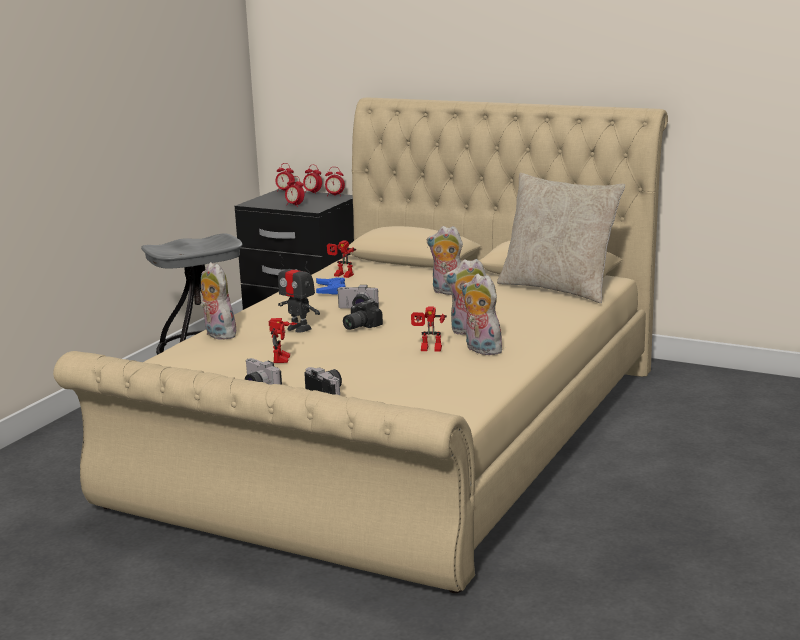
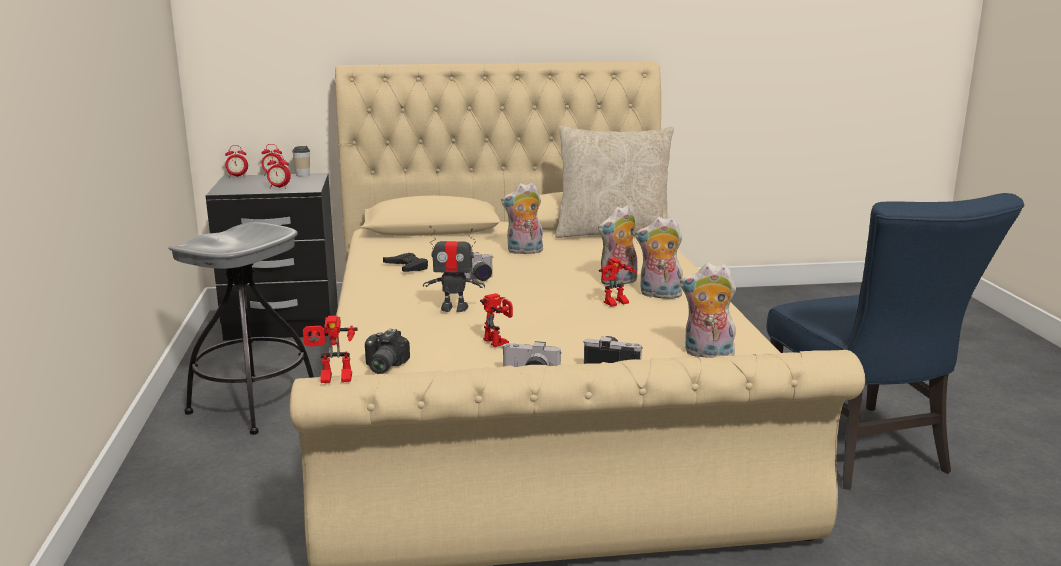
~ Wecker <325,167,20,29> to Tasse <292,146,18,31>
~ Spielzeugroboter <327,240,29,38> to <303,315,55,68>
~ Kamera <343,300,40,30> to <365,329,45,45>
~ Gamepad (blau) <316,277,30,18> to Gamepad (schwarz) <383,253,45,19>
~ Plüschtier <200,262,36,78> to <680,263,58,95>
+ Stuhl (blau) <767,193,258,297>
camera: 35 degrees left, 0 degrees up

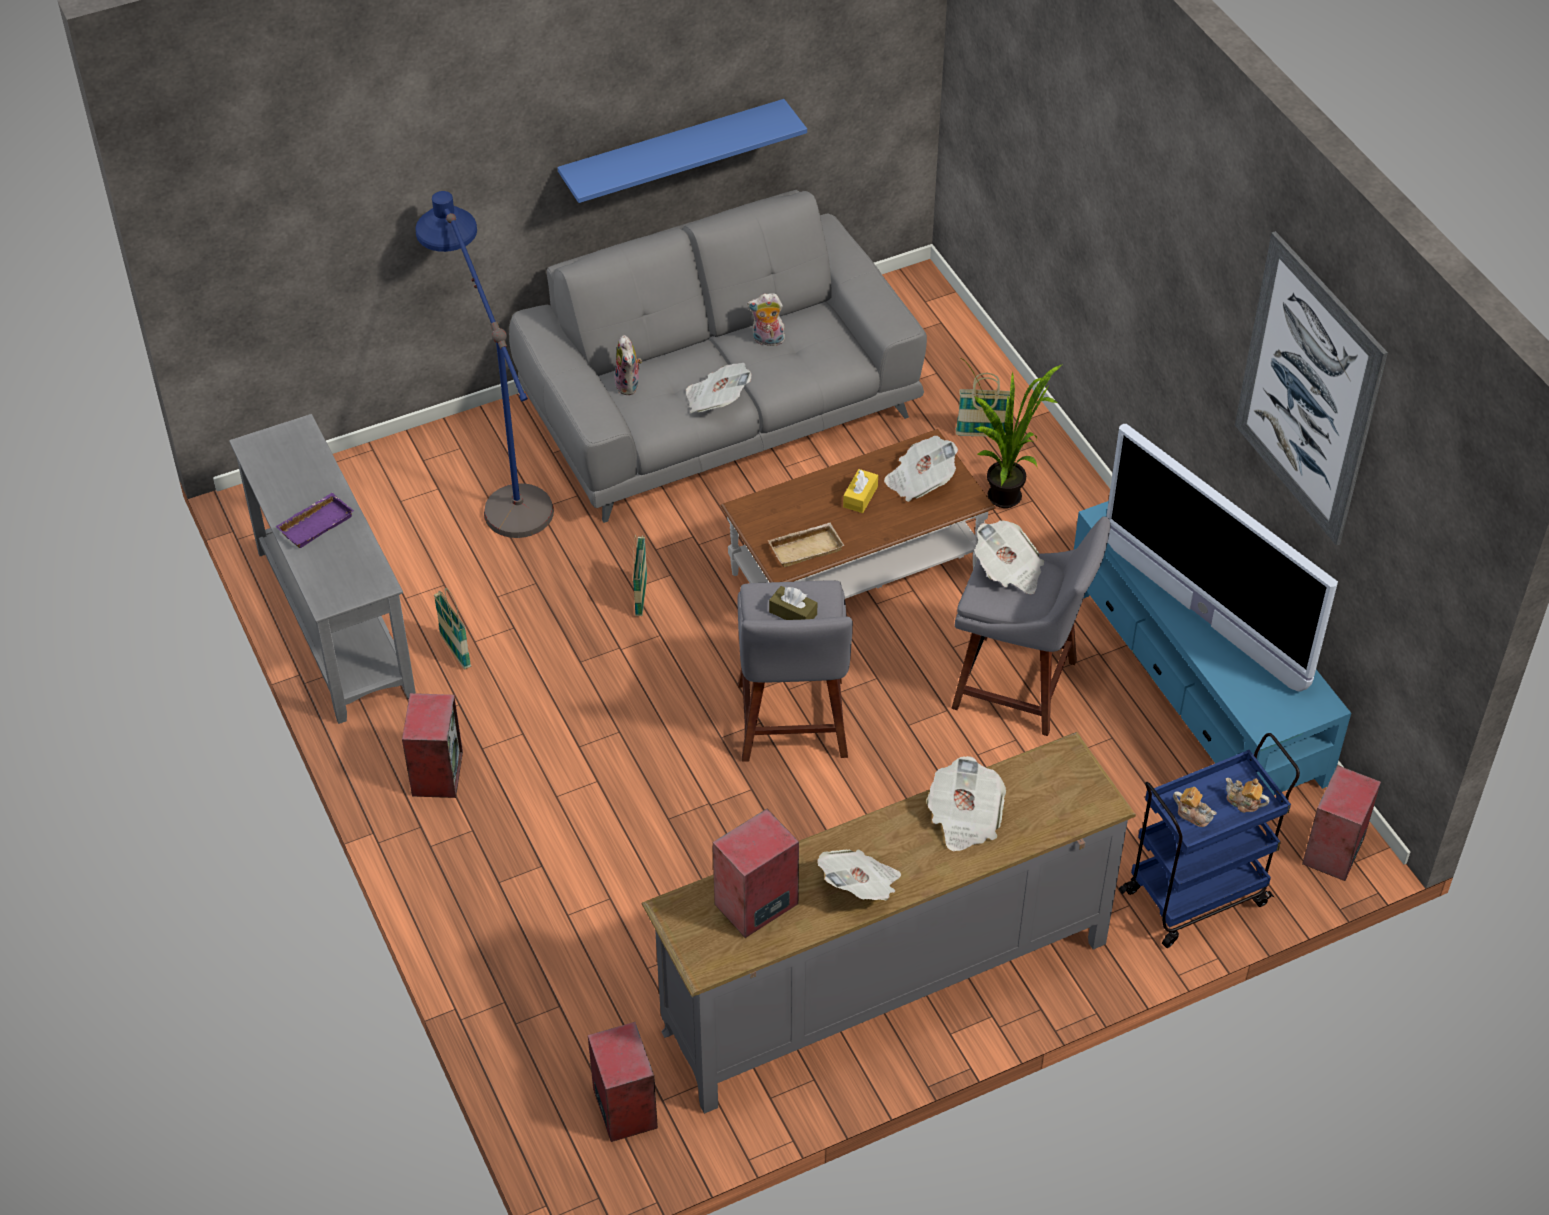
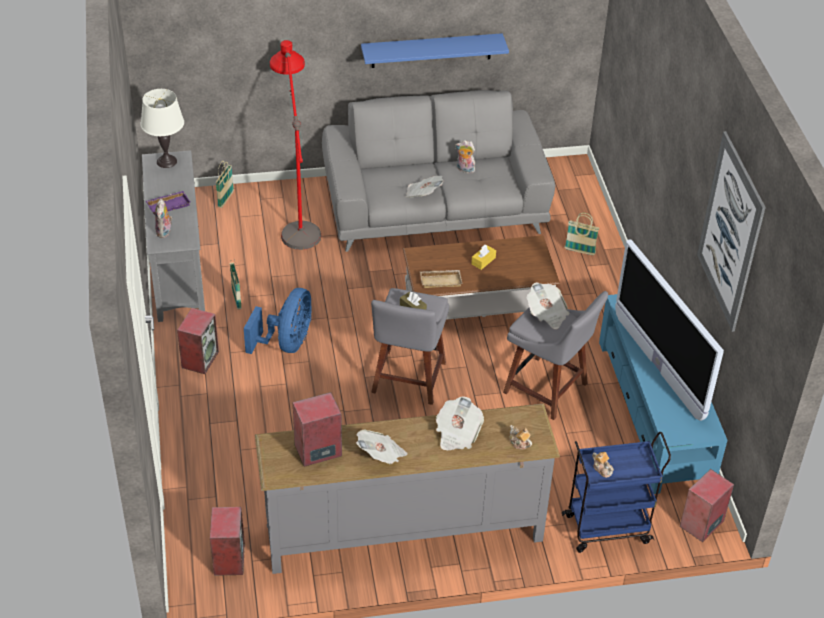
+ Tischlampe (weiß) <140,89,44,79>
~ Plüschtier <615,335,27,60> to <155,199,17,39>
~ Korb <633,535,14,81> to <216,161,18,47>
+ Ventilator (blau) <244,288,68,66>
~ Stehlampe (blau) <415,191,139,347> to Stehlampe (rot) <270,40,52,210>
~ Teekanne <1226,778,43,35> to <509,425,23,24>
- Zeitung <884,436,74,66>
- Topfpflanze <961,358,102,150>
camera: 15 degrees right, 5 degrees down

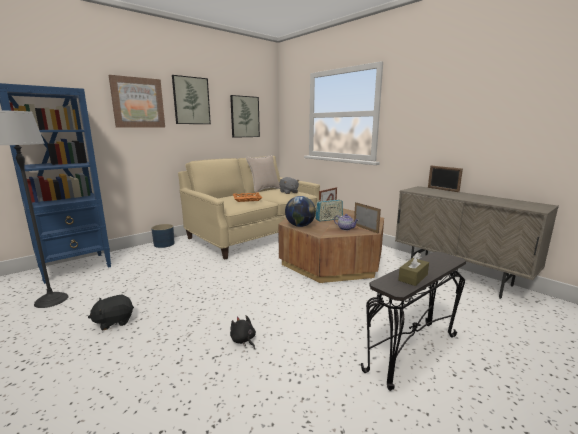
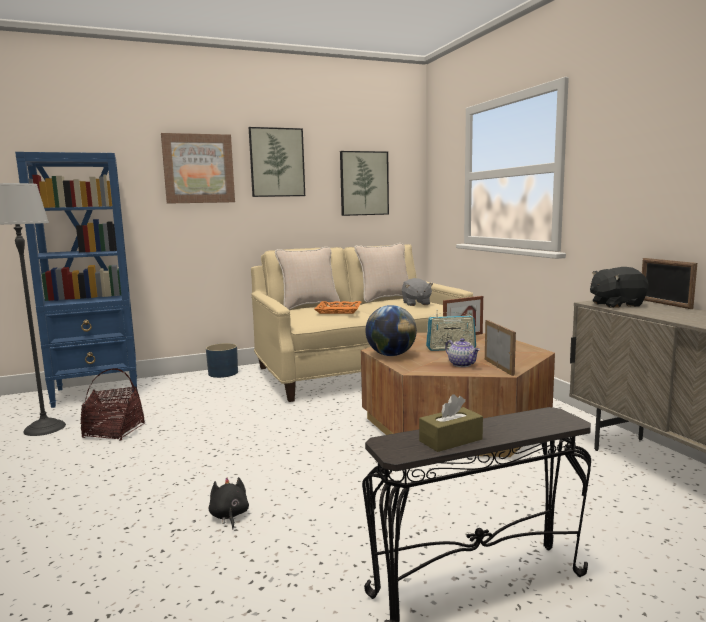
+ Korb <81,368,64,73>
+ Kissen (beige) <275,247,65,63>
~ Plüschtier (schwarz) <88,294,46,36> to <590,267,59,41>
camera: 20 degrees right, 5 degrees down

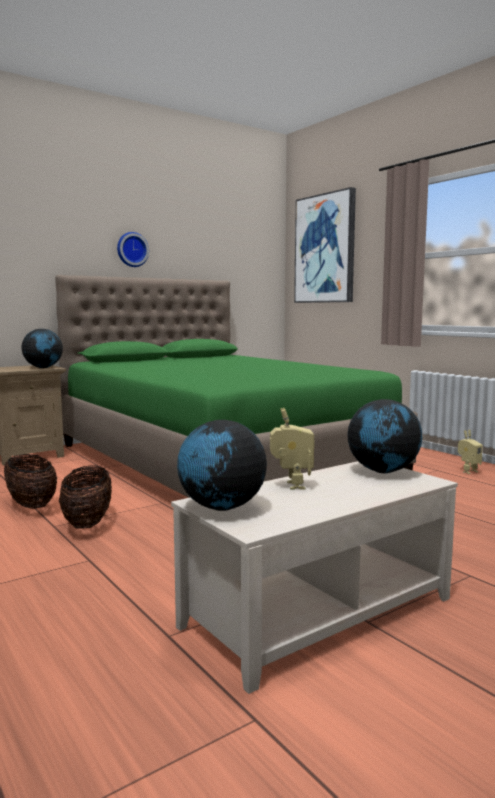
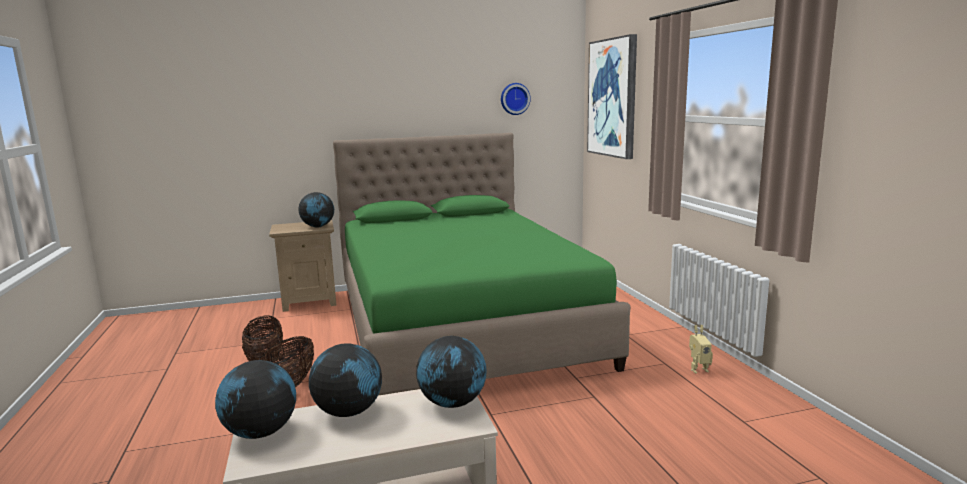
~ Spielzeugroboter <270,408,45,82> to Globus <309,343,73,74>
~ Wanduhr <117,232,32,35> to <501,83,30,32>
camera: 20 degrees right, 5 degrees up

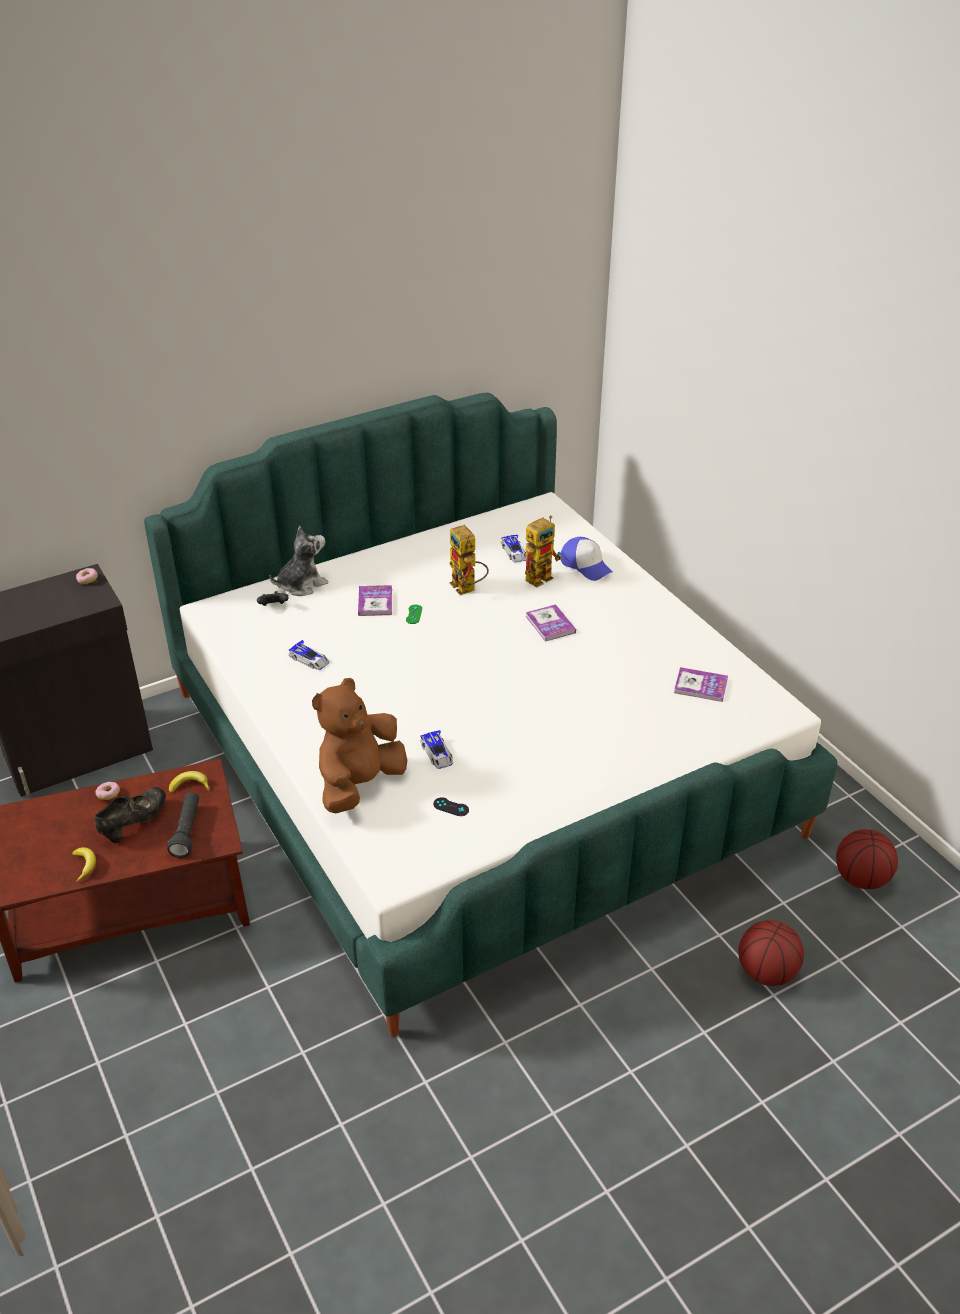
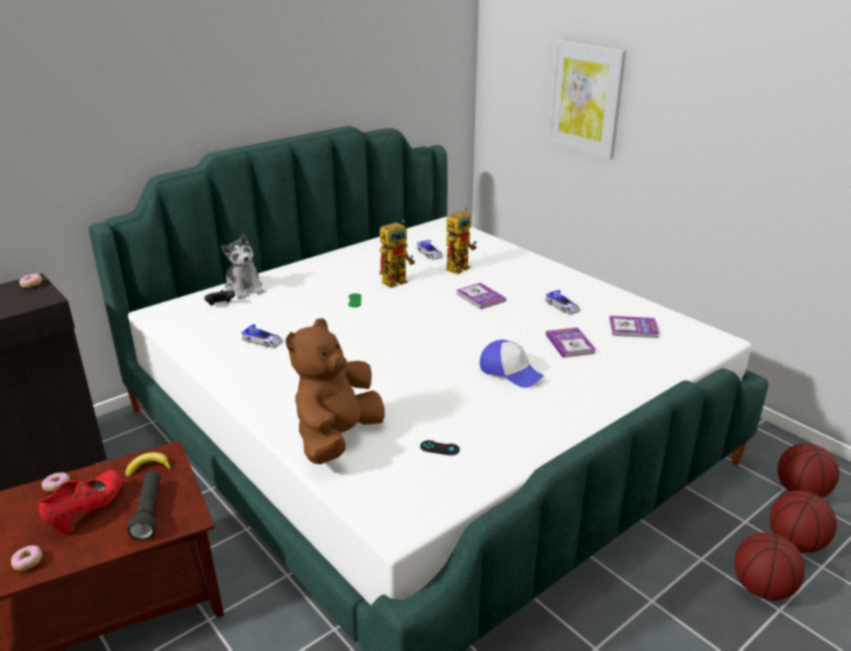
~ Banane <72,847,24,35> to Donut <11,545,31,26>
~ Schuh (schwarz) <95,787,71,56> to Schuh (rot) <39,470,84,65>
~ Plüschtier <269,526,59,70> = <221,233,44,66> 105 degrees clockwise
~ Spielzeugroboter <449,525,40,70> = <379,220,36,68> 90 degrees counterclockwise
~ Kappe <560,537,53,44> to <480,340,64,48>
~ Spielzeugauto <420,730,33,39> to <545,290,35,24>
~ Buch <358,585,34,31> to <546,327,50,31>
+ Bild <547,40,79,120>
+ Basketball <770,490,67,63>
camera: 10 degrees left, 10 degrees down

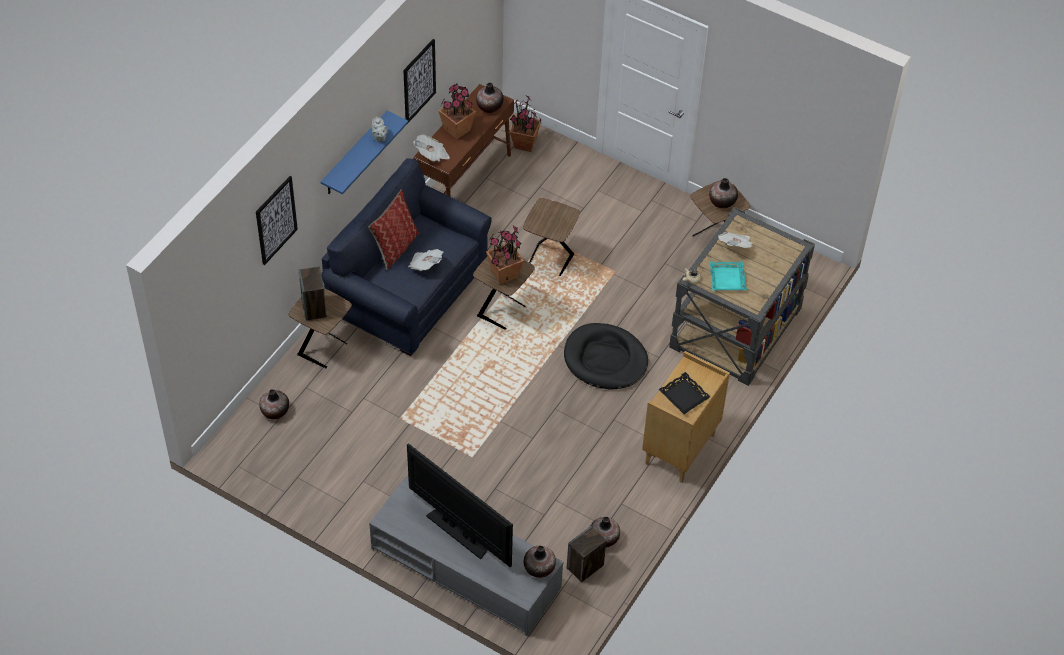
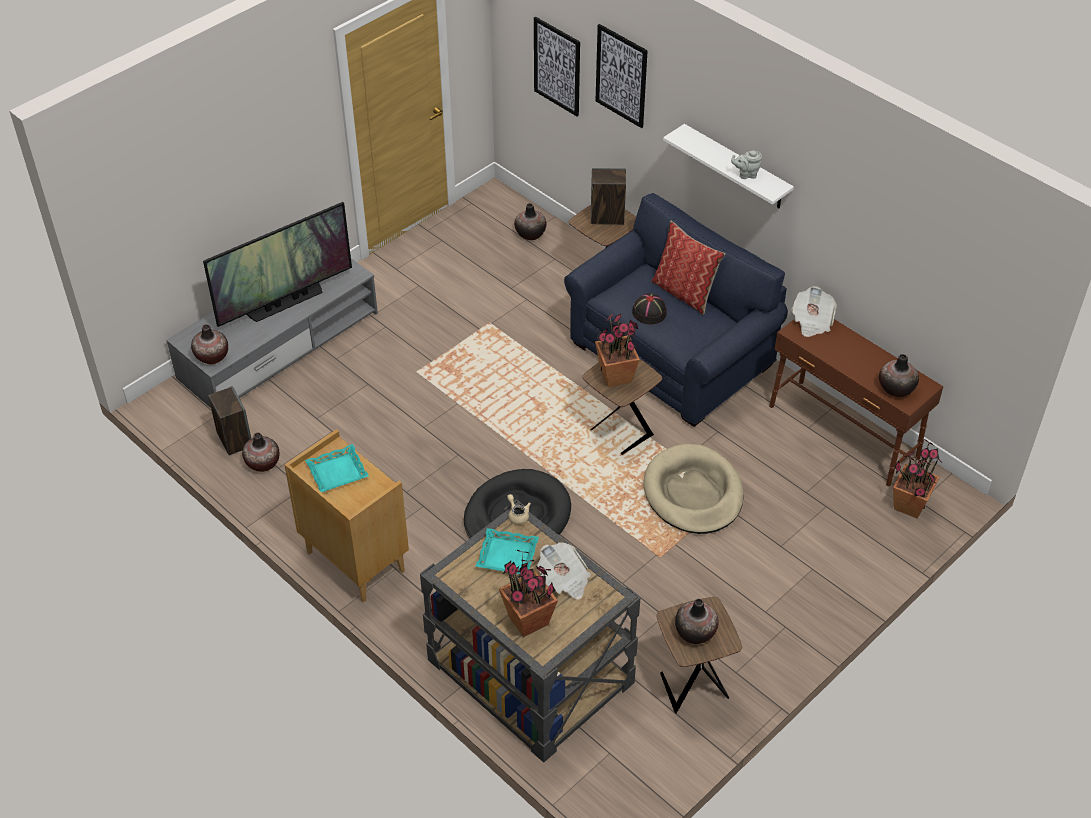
~ Tablett (schwarz) <659,372,51,42> to Tablett (türkis) <305,444,64,48>
~ Topfpflanze <438,84,38,55> to <499,550,59,87>
~ Bild <403,39,33,84> to <534,16,46,100>
~ Zeitung <408,249,35,22> to Hut (schwarz) <632,293,35,31>
~ Beistelltisch (braun) <523,198,57,78> to Hundebett (beige) <644,444,100,90>
~ Wandregal (blau) <321,111,87,83> to Wandregal (weiß) <663,124,131,84>
camera: 105 degrees right, 5 degrees down

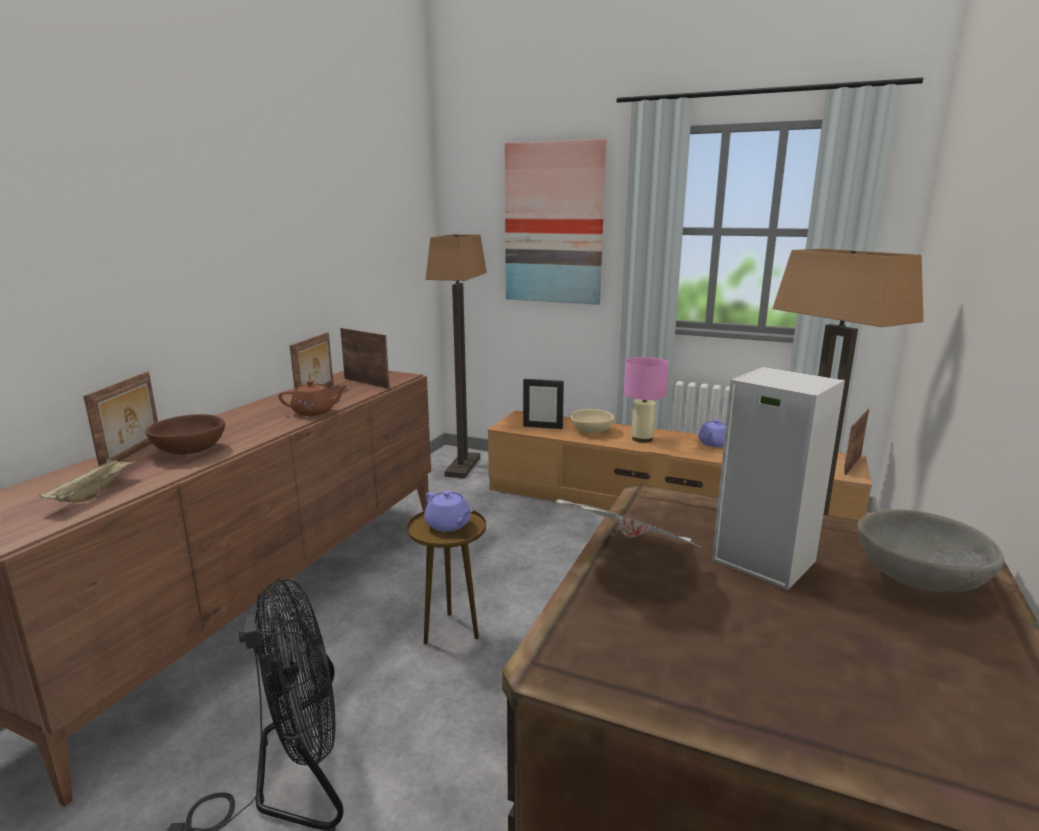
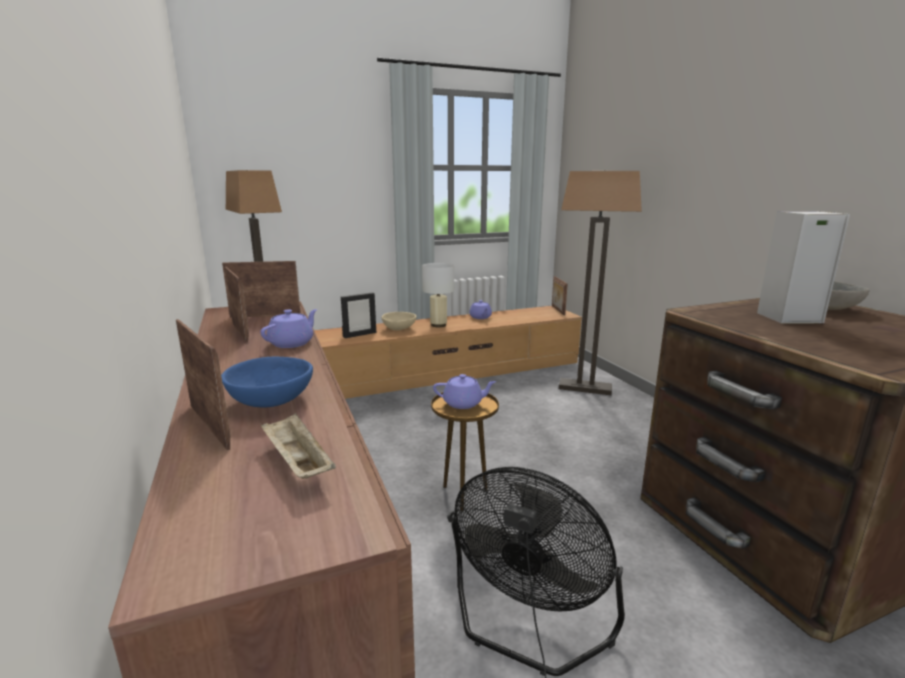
~ Schüssel (braun) <145,414,80,41> to Schüssel (blau) <221,356,92,52>
~ Teekanne (braun) <279,380,69,36> to Teekanne (lila) <260,309,57,39>
~ Tischlampe (rosa) <624,357,45,86> to Tischlampe (weiß) <422,263,32,64>
- Bild <505,139,101,166>
- Zeitung <556,499,145,48>
camera: 45 degrees left, 0 degrees up

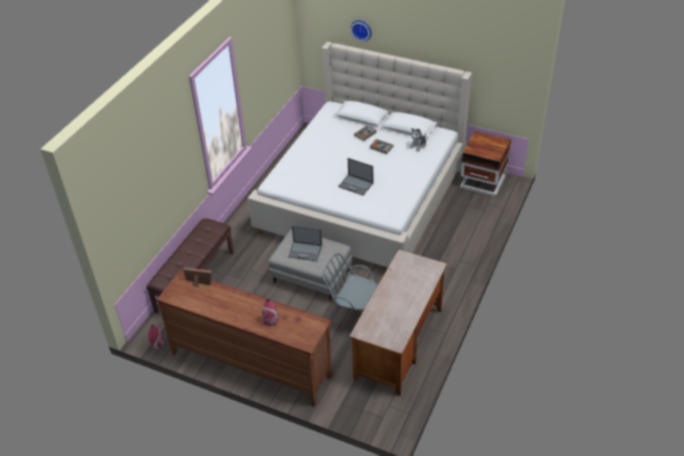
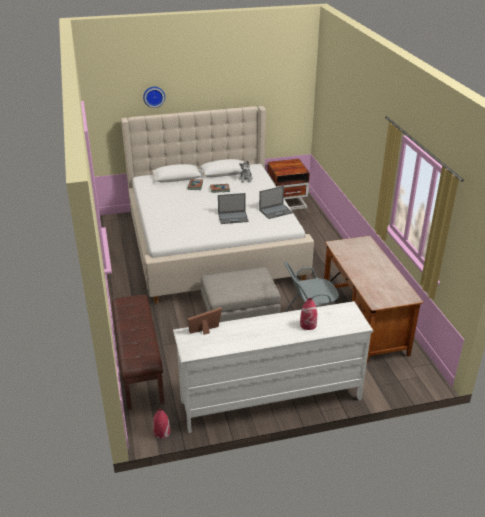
~ Kommode (braun) <156,270,176,137> to Kommode (weiß) <173,301,200,132>
~ Laptop <288,225,34,36> to <259,186,34,33>
camera: 40 degrees left, 10 degrees down

